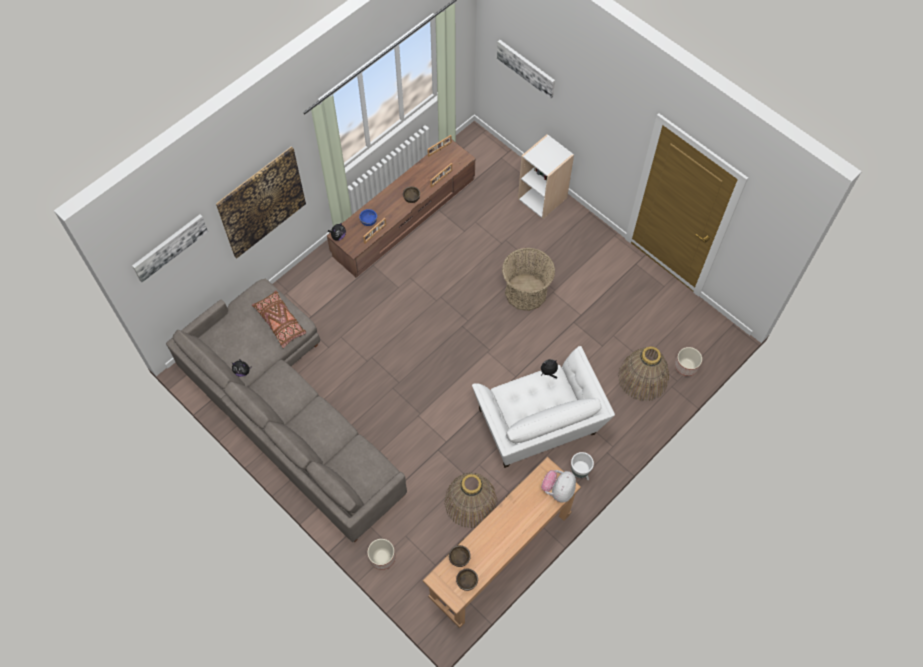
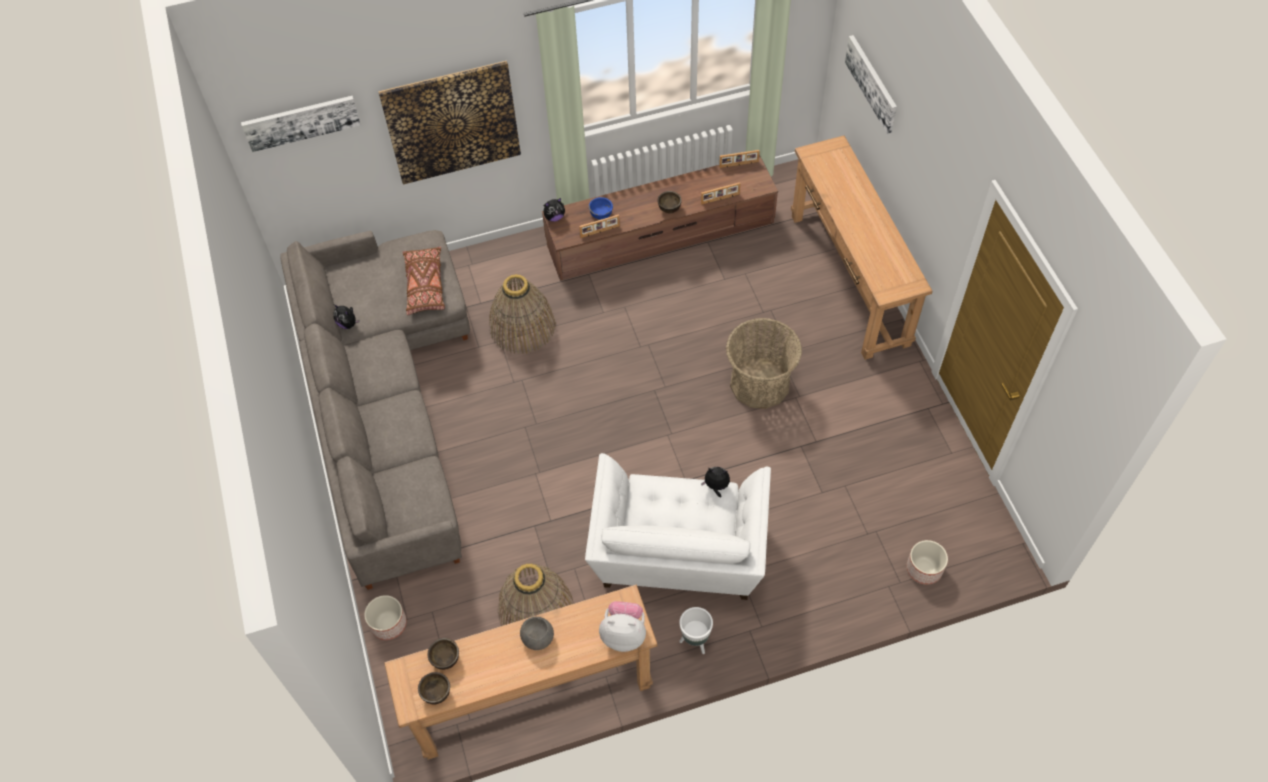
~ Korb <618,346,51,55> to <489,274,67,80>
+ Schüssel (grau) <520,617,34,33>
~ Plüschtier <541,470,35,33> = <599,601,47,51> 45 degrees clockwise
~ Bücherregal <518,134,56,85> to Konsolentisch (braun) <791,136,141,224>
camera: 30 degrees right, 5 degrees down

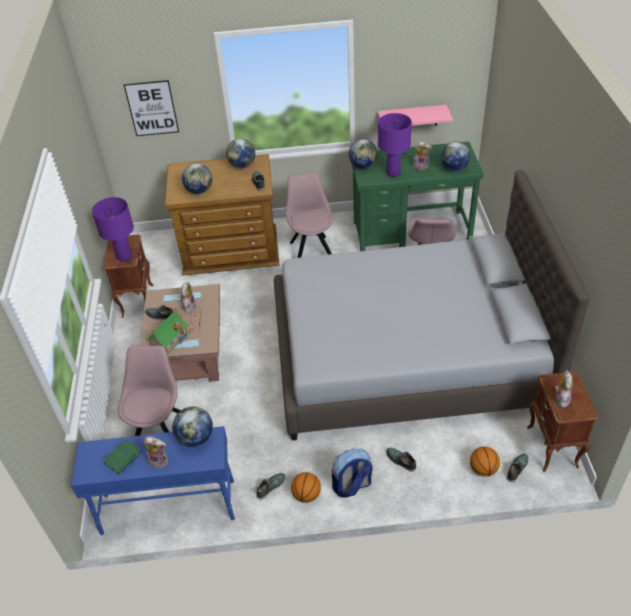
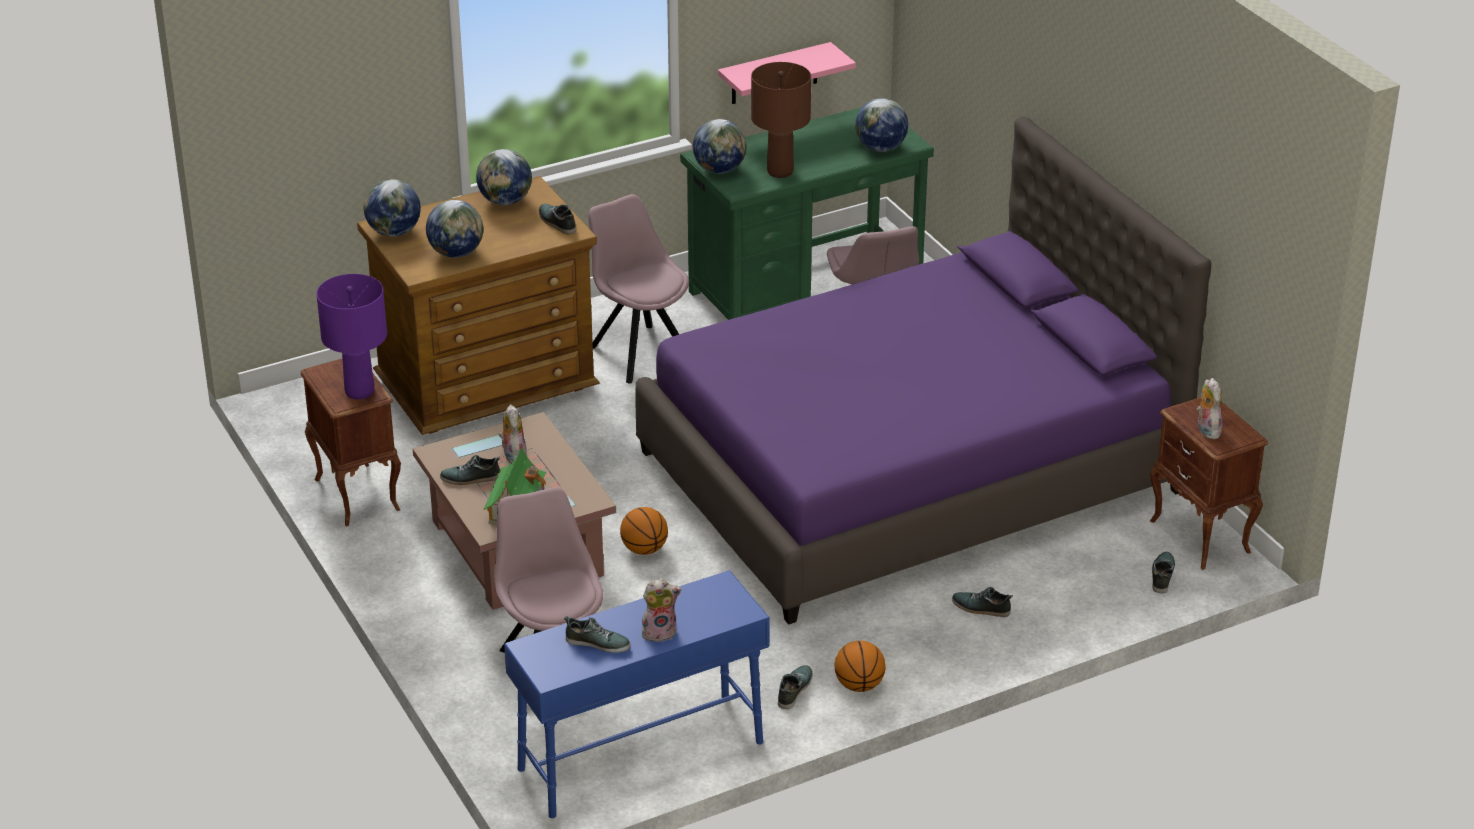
~ Globus <172,406,41,41> to <364,179,57,58>
~ Buch (grün) <102,439,40,35> to Schuh <564,616,66,37>
~ Basketball <470,447,30,30> to <620,507,48,48>
~ Bett (grau) <274,170,316,270> to Bett (lila) <635,117,576,508>
~ Tischlampe (lila) <378,113,34,64> to Tischlampe (braun) <751,62,60,116>
- Bild <124,80,55,56>
- Rucksack <331,448,41,50>
- Plüschtier <413,142,19,28>
camera: 25 degrees left, 10 degrees down

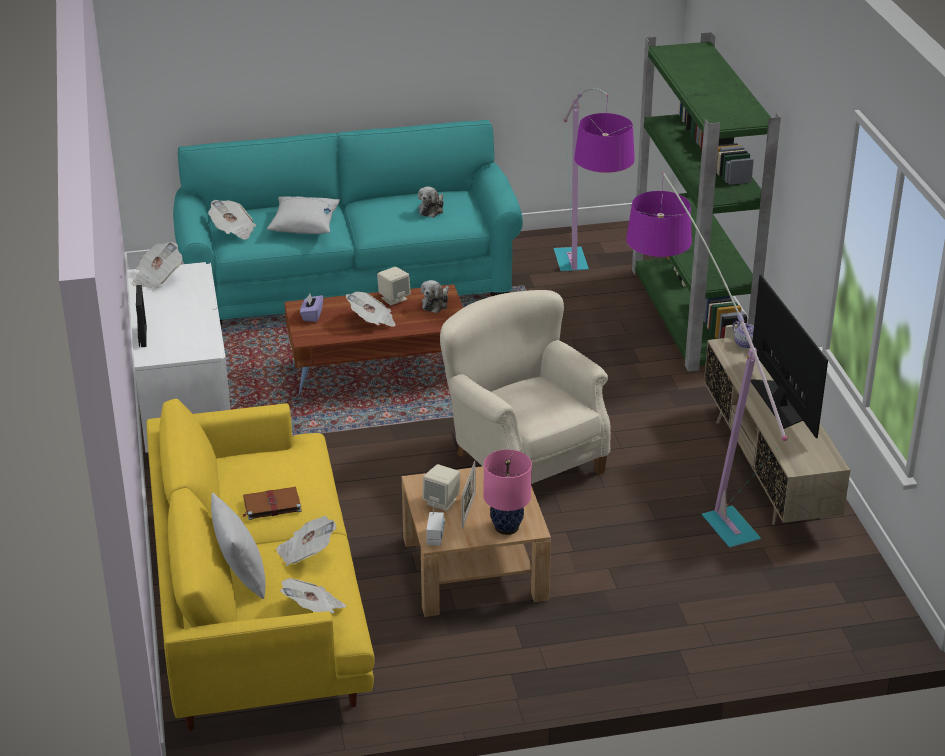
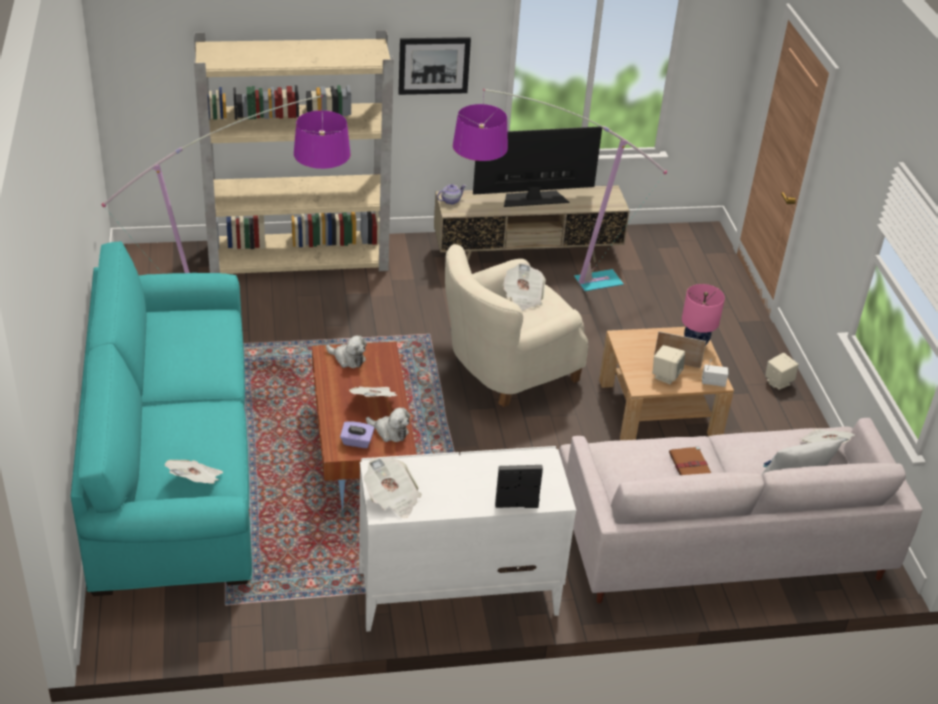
~ Bücherregal (grün) <632,32,149,340> to Bücherregal (beige) <194,30,200,244>
~ Plüschtier <418,187,26,31> to <366,408,44,34>
+ Bild <398,37,73,58>
~ Zeitung <276,516,60,50> to <503,263,43,48>
~ Sofa (gelb) <147,399,228,332> to Sofa (weiß) <559,418,363,186>
~ Lautsprecher (beige) <377,267,34,38> to <765,353,34,37>
- Kissen (grau) <267,196,73,38>
camera: 90 degrees left, 5 degrees up

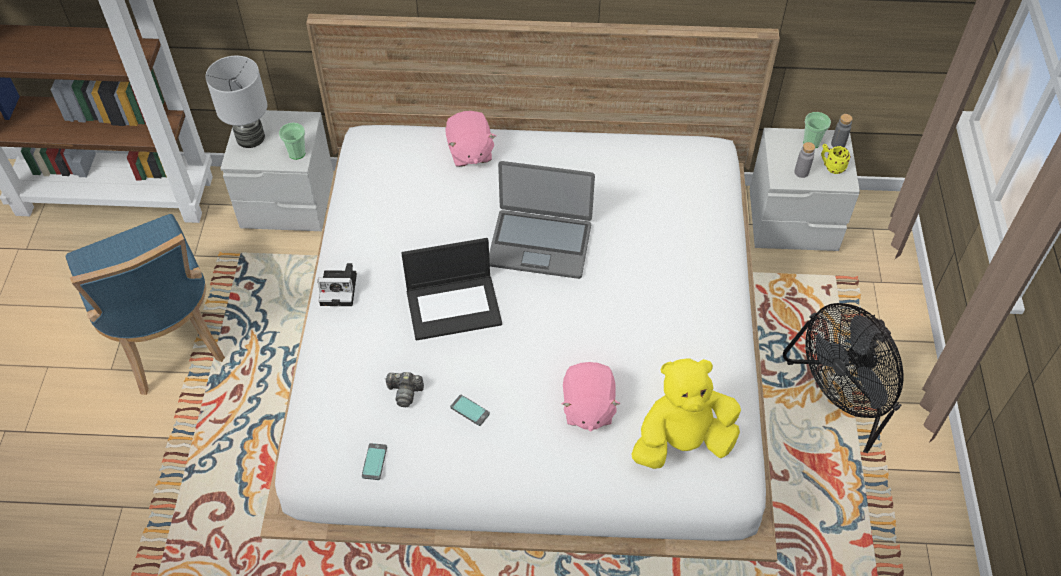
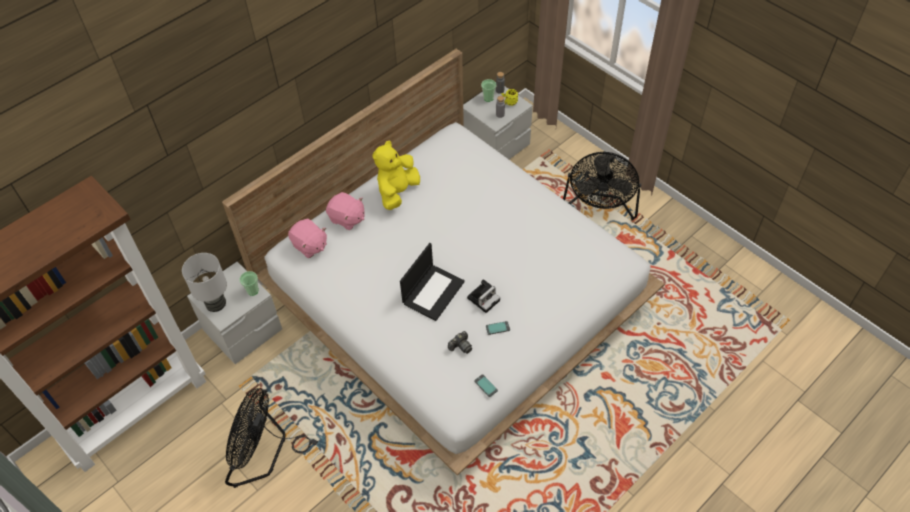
~ Stuhl (blau) <66,214,159,181> to Ventilator (schwarz) <225,388,93,100>
~ Plüschtier (rosa) <562,362,58,70> to <288,219,39,39>
~ Plüschtier (gelb) <631,358,110,111> to <372,141,48,69>
~ Kamera <317,263,40,43> to <467,279,33,34>
- Laptop <489,161,106,118>
camera: 45 degrees left, 0 degrees up

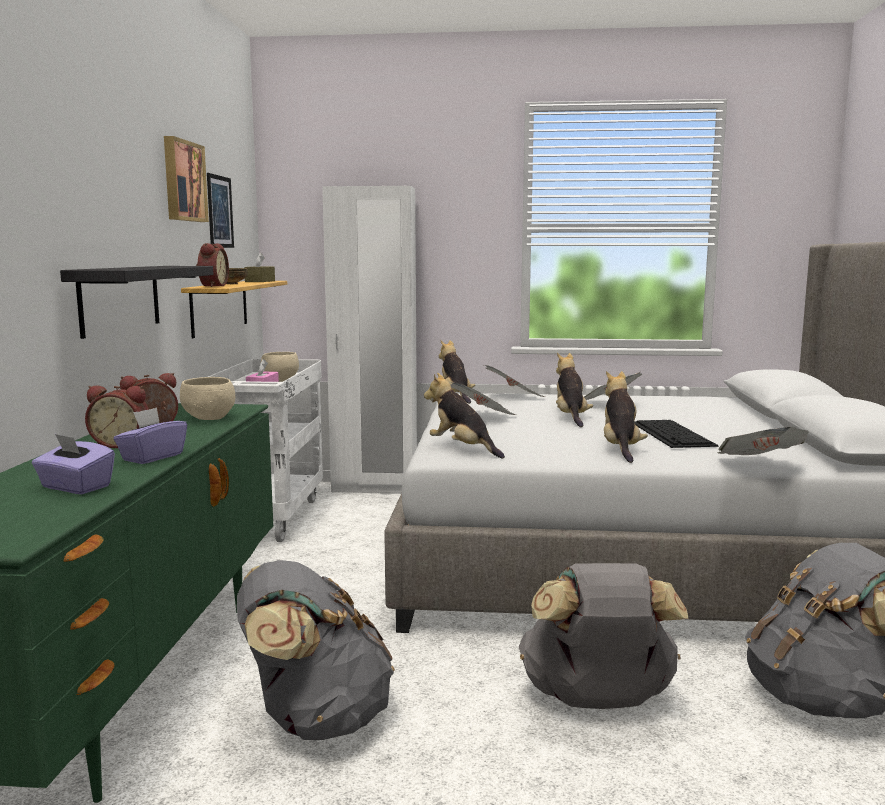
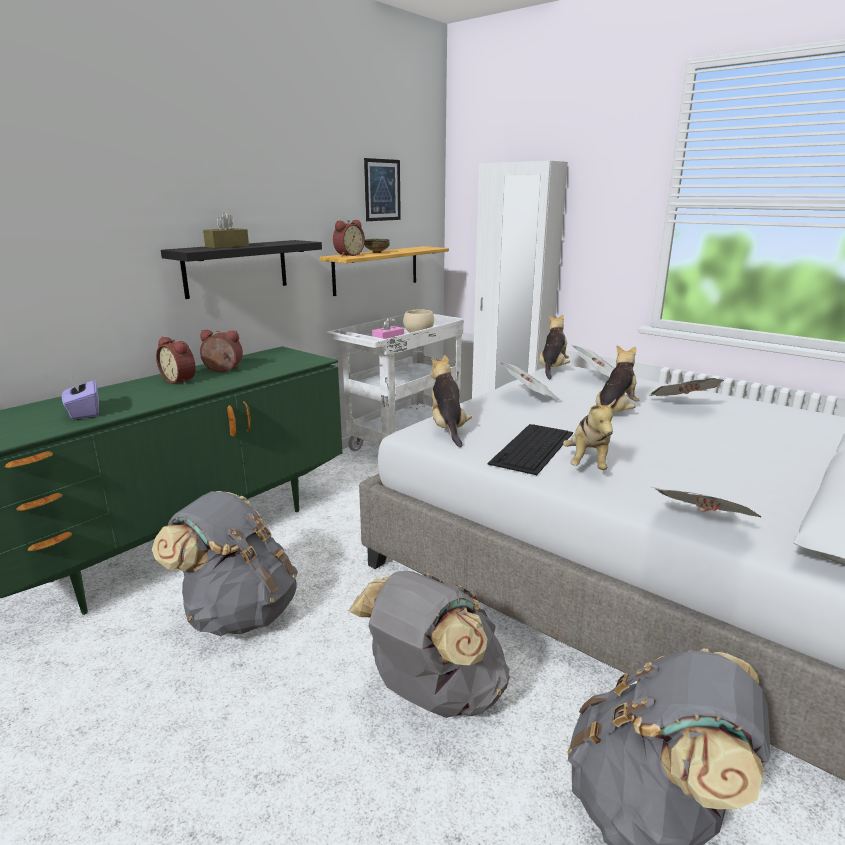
~ Taschentuchbox (braun) <244,252,31,30> to <203,213,46,35>
~ Tastatur <634,420,85,28> to <487,424,86,51>
~ Plüschtier <604,371,44,92> = <563,399,53,71> 150 degrees clockwise
- Taschentuchbox (lila) <114,407,73,57>
- Bild <164,136,45,86>
- Schüssel (beige) <180,377,55,43>
camera: 35 degrees right, 10 degrees up

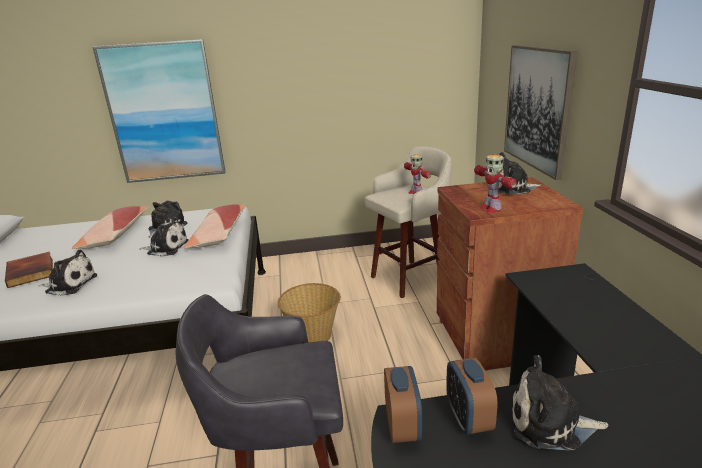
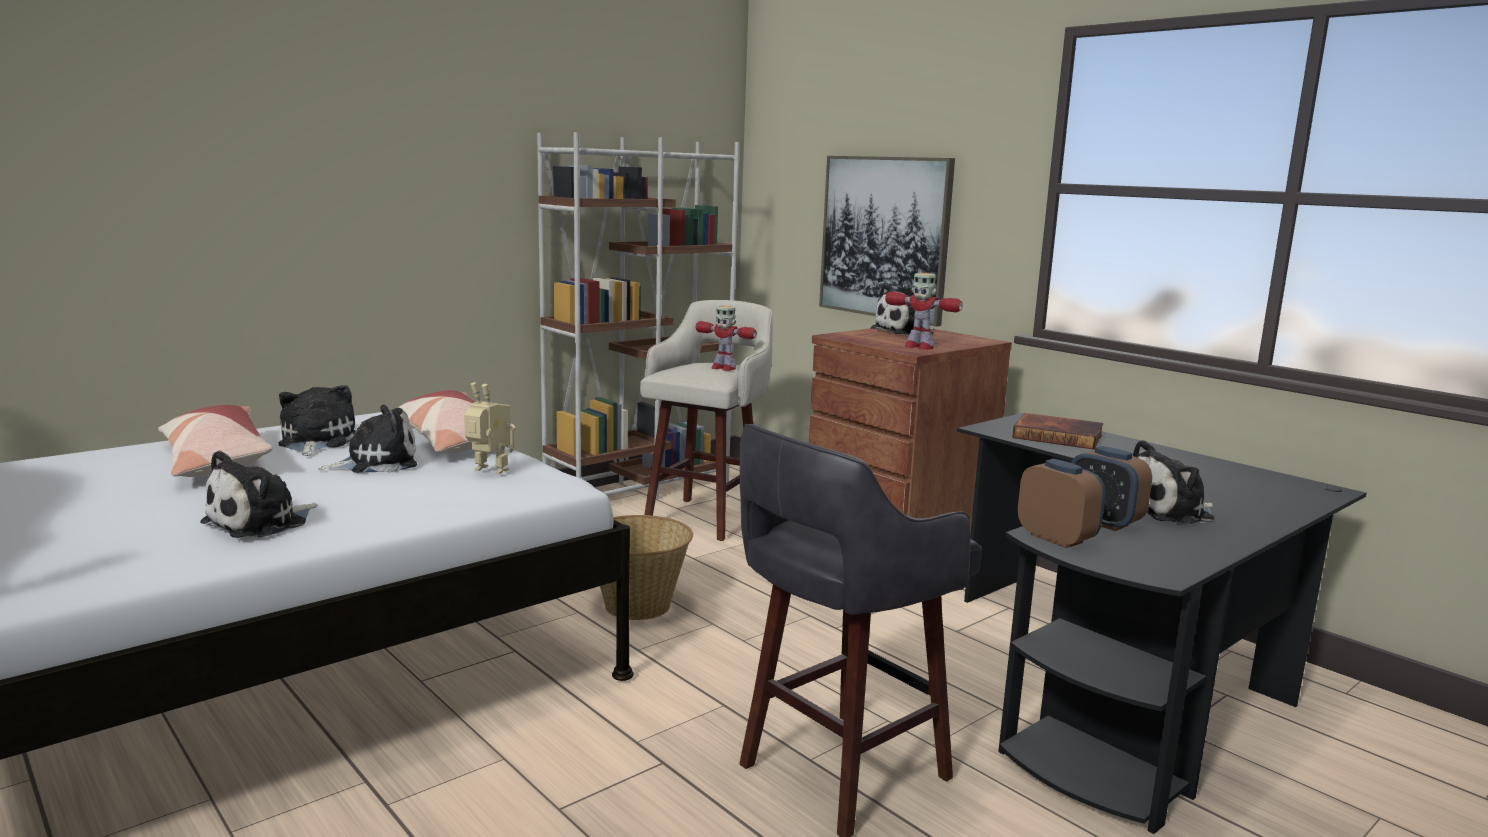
~ Plüschtier <39,250,58,46> = <200,450,118,88> 150 degrees clockwise
+ Spielzeugroboter <464,382,50,92>
+ Bücherregal (braun) <537,132,203,368>
~ Buch <5,252,48,36> to <1012,413,91,36>
- Bild <92,39,134,144>
camera: 35 degrees left, 10 degrees down

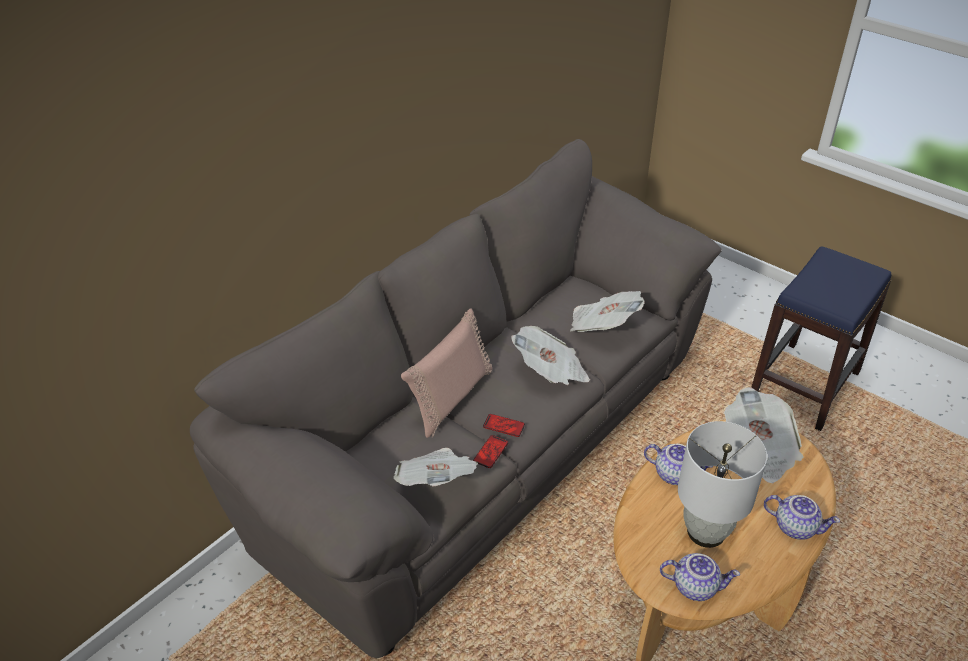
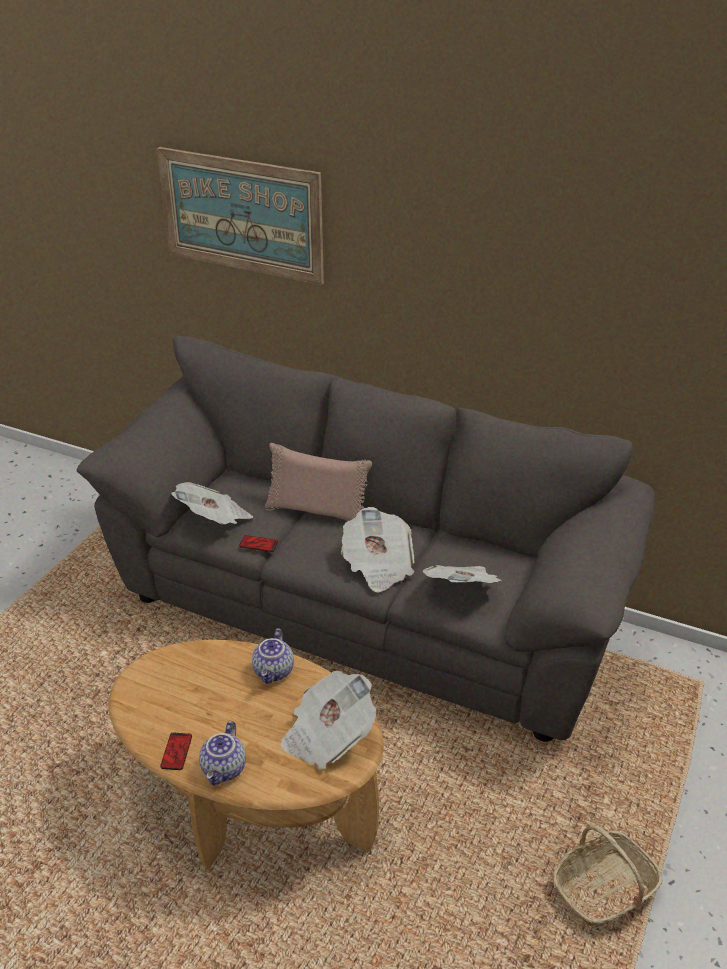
+ Bild <157,147,167,138>
~ Handy <483,414,42,23> to <160,732,32,38>
~ Hocker <752,246,139,185> to Korb <552,825,111,102>
- Teekanne <660,553,80,48>
- Tischlampe (weiß) <678,421,89,127>
camera: 75 degrees right, 5 degrees down

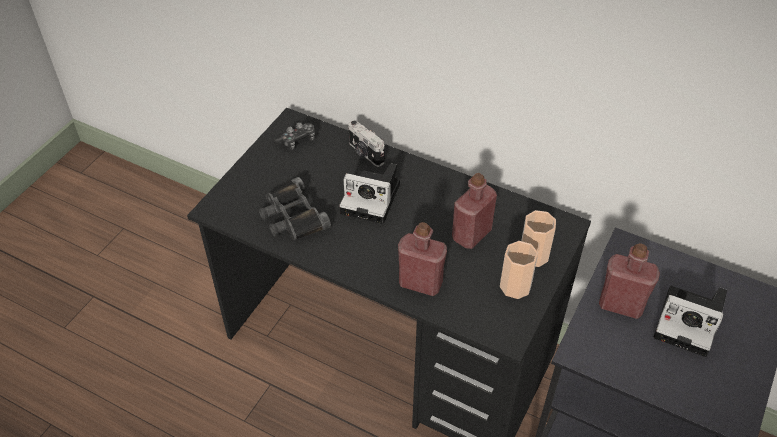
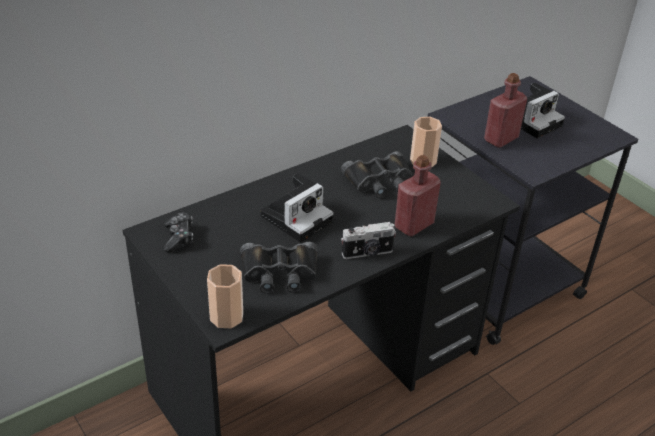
~ Tasse <500,241,38,58> to <207,264,36,64>
~ Flasche (rot) <452,173,45,76> to Fernglas (schwarz) <341,151,73,47>
~ Kamera <348,120,37,47> to <341,222,55,37>
camera: 65 degrees left, 10 degrees down

